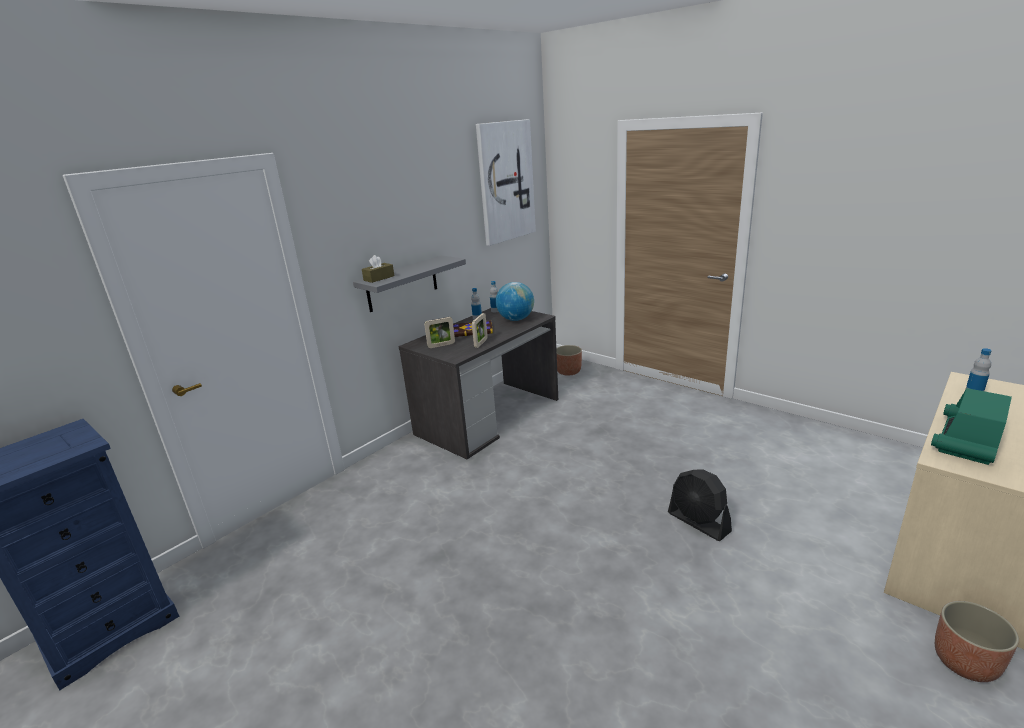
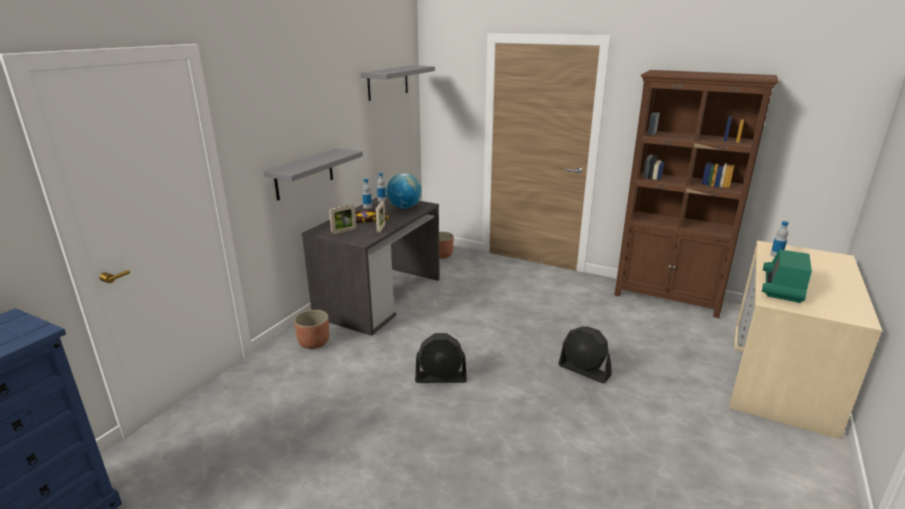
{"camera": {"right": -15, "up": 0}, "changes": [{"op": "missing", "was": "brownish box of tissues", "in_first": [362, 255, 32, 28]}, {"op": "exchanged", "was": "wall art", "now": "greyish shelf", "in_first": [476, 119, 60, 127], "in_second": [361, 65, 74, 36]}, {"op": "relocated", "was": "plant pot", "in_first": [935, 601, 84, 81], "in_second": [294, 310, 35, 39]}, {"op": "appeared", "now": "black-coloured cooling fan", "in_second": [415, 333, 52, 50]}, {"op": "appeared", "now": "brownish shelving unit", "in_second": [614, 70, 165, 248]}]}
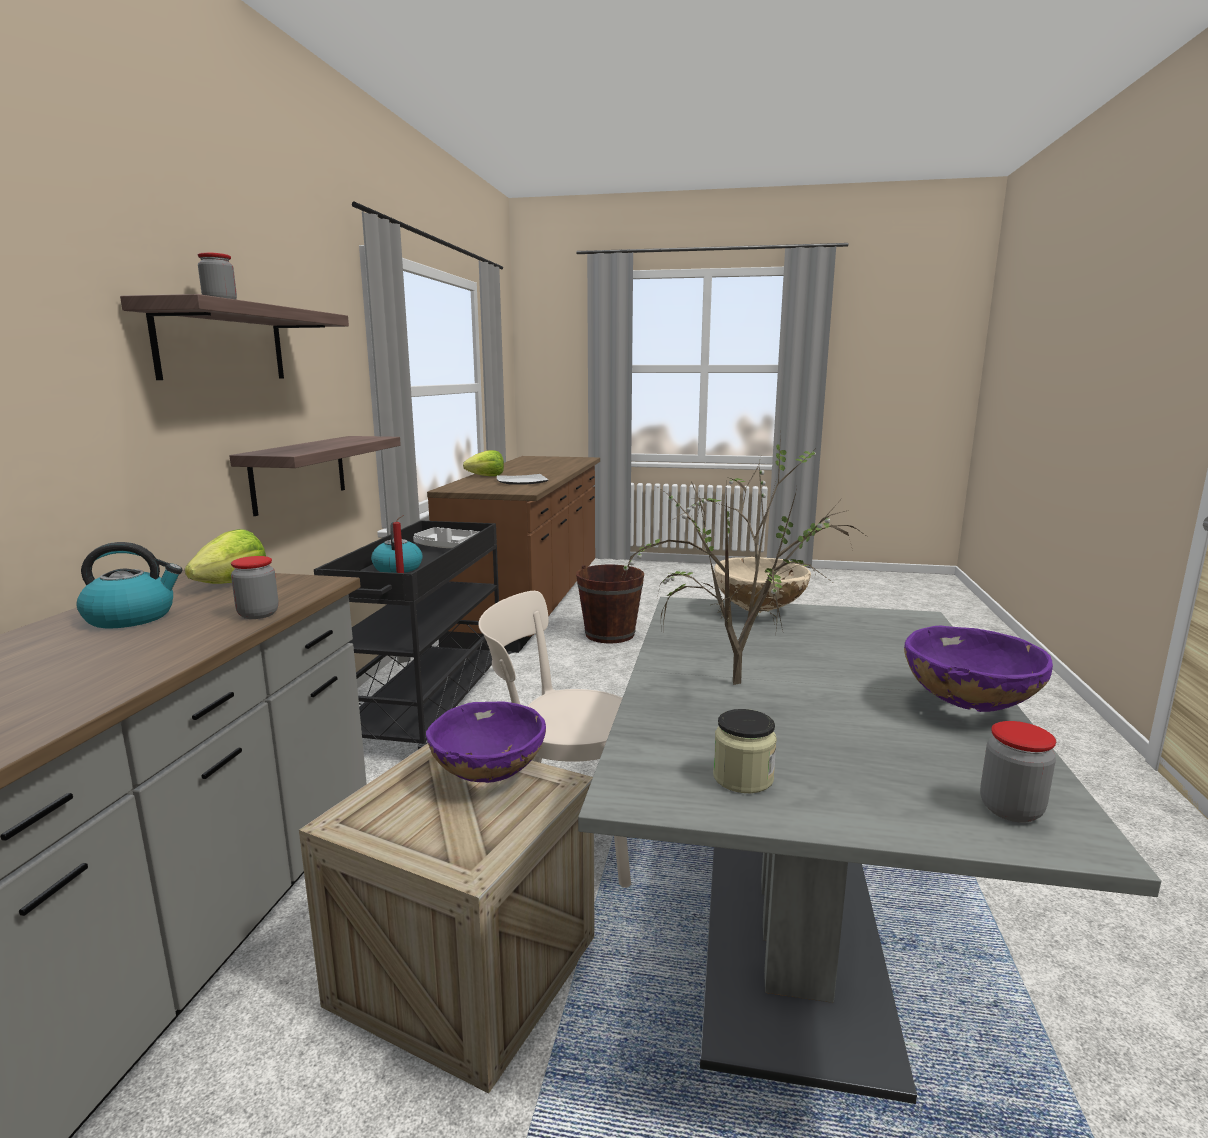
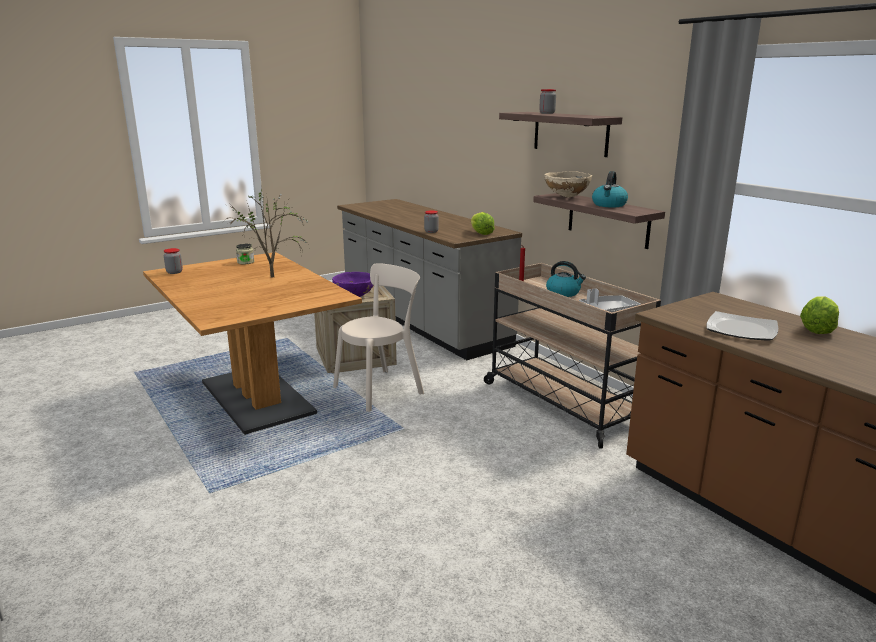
{"camera": {"right": 135, "up": 5}, "changes": [{"op": "relocated", "was": "water kettle", "in_first": [76, 542, 107, 86], "in_second": [592, 171, 36, 36]}, {"op": "colour", "was": "black-coloured wheeled cart", "now": "beige-coloured wheeled cart", "in_first": [314, 520, 199, 230], "in_second": [484, 263, 177, 185]}, {"op": "missing", "was": "brownish water bucket", "in_first": [576, 565, 68, 78]}, {"op": "colour", "was": "greyish dinner table", "now": "brownish dinner table", "in_first": [578, 597, 583, 507], "in_second": [143, 252, 219, 183]}, {"op": "relocated", "was": "beige-coloured bowl", "in_first": [714, 557, 97, 56], "in_second": [544, 171, 48, 26]}, {"op": "missing", "was": "purple bowl", "in_first": [904, 626, 149, 86]}]}
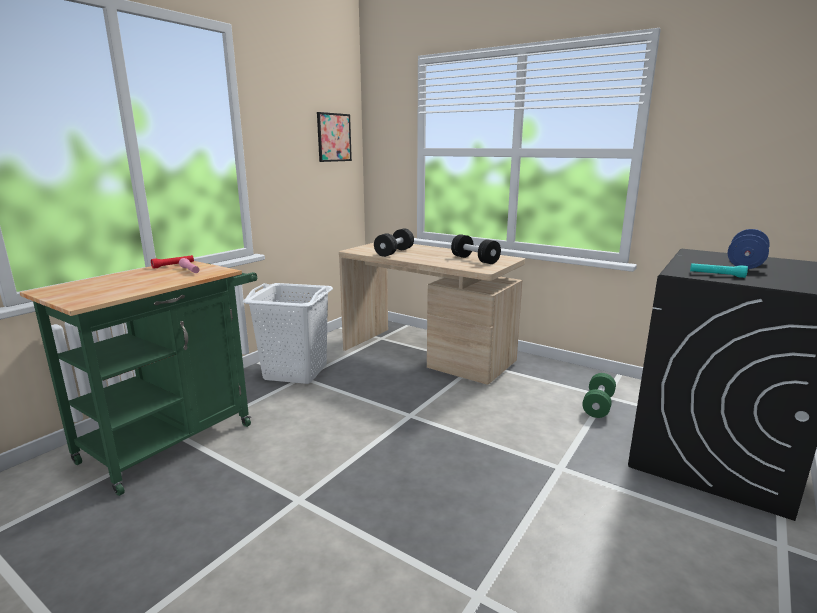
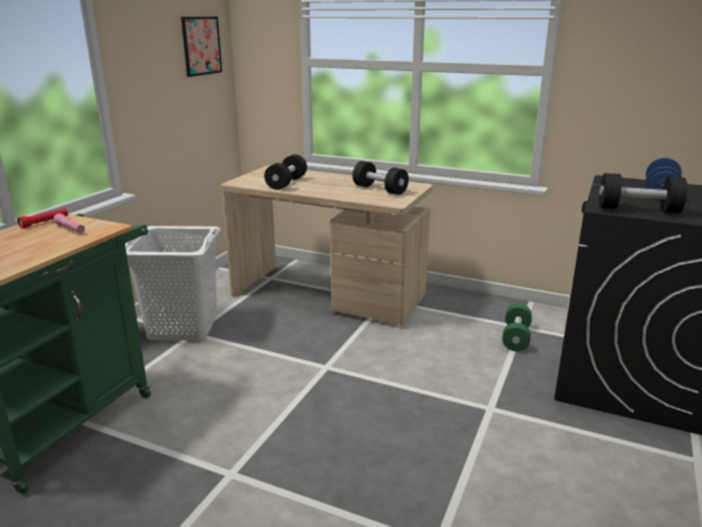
{"camera": {"right": -10, "up": 5}, "changes": [{"op": "exchanged", "was": "blue-green torch", "now": "black-coloured free weight", "in_first": [690, 263, 58, 15], "in_second": [599, 173, 89, 41]}]}
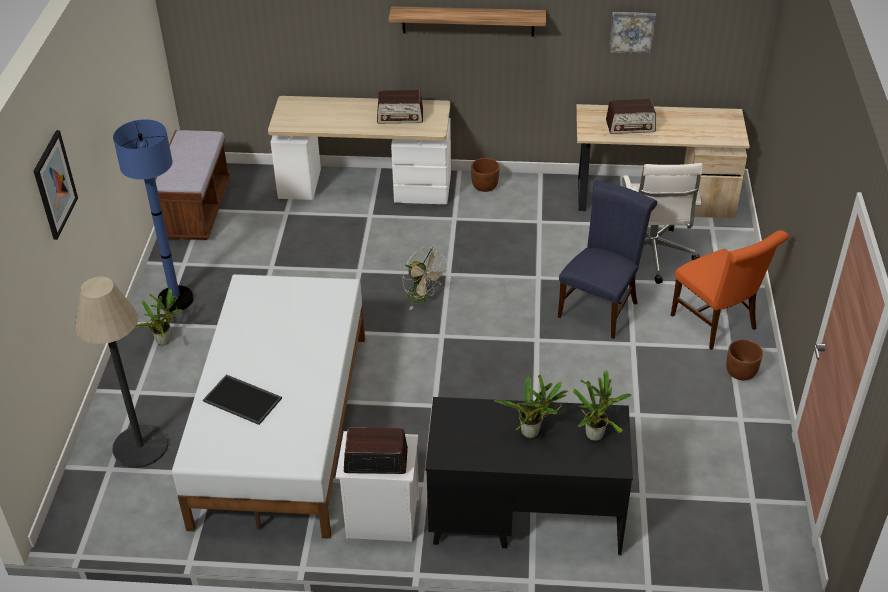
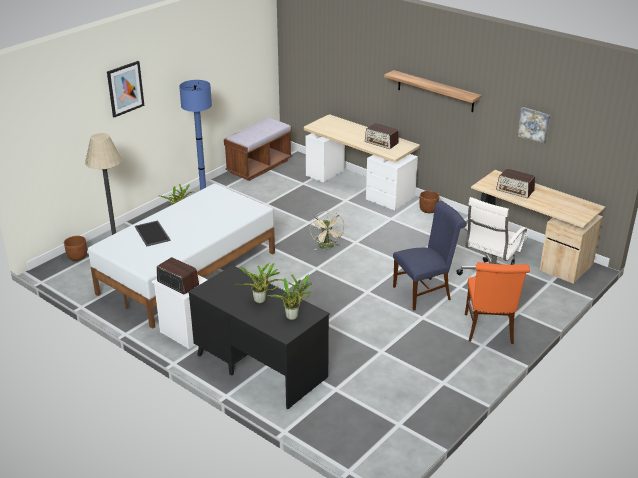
{"camera": {"right": 35, "up": -10}, "changes": [{"op": "relocated", "was": "brownish plant pot", "in_first": [726, 339, 37, 41], "in_second": [64, 236, 23, 25]}]}
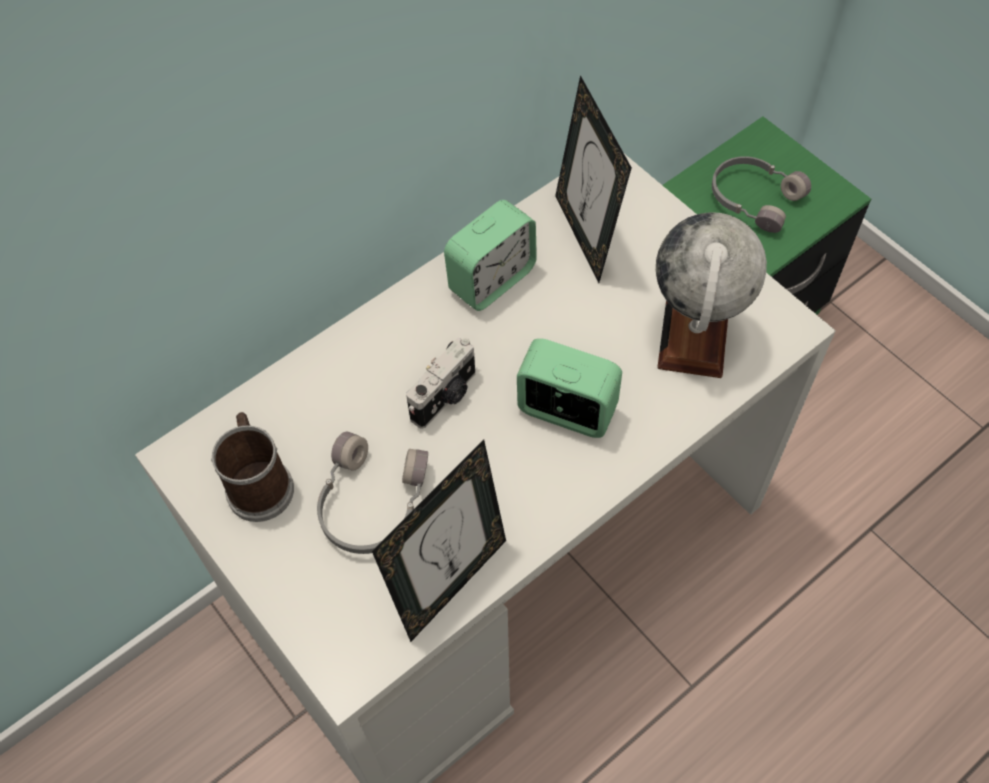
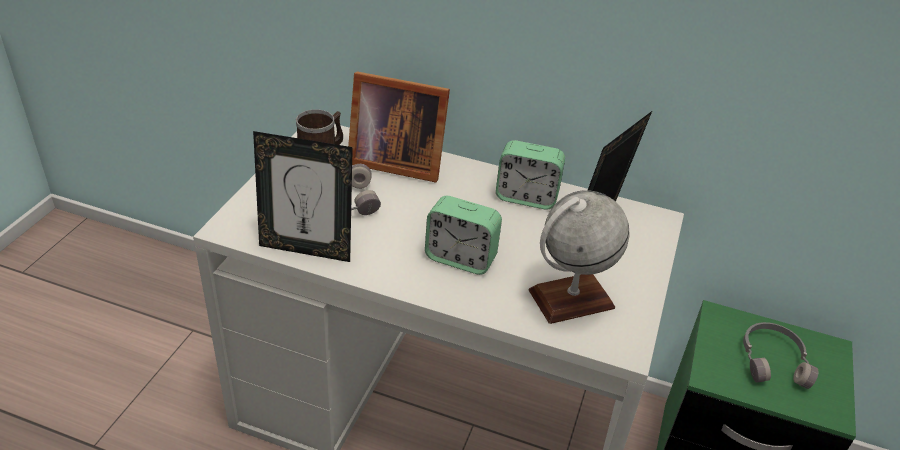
{"camera": {"right": 55, "up": -20}, "changes": [{"op": "missing", "was": "photo camera", "in_first": [406, 337, 69, 92]}, {"op": "spun", "was": "bedside clock", "in_first": [517, 338, 105, 100], "in_second": [425, 196, 77, 79], "clockwise": 120}, {"op": "appeared", "now": "photo frame", "in_second": [348, 71, 102, 112]}]}
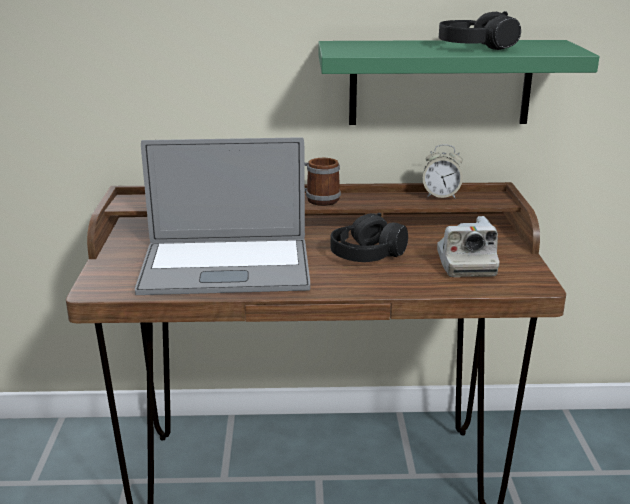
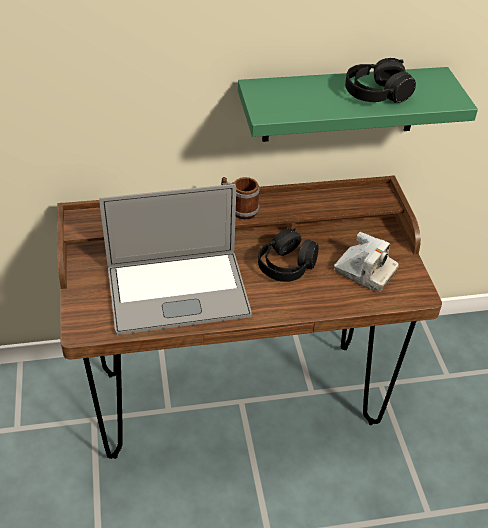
{"camera": {"right": -10, "up": 20}, "changes": [{"op": "missing", "was": "bedside clock", "in_first": [423, 144, 40, 55]}, {"op": "spun", "was": "photo camera", "in_first": [437, 216, 63, 61], "in_second": [334, 232, 65, 60], "clockwise": -45}]}
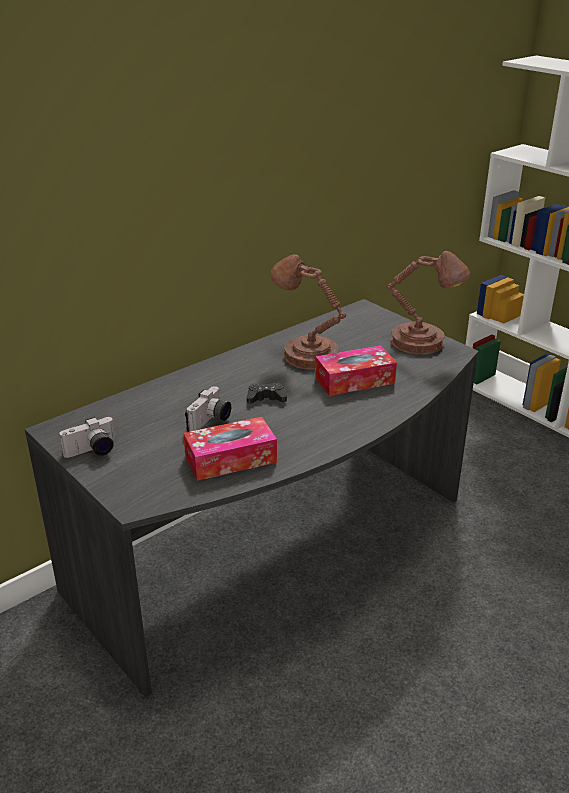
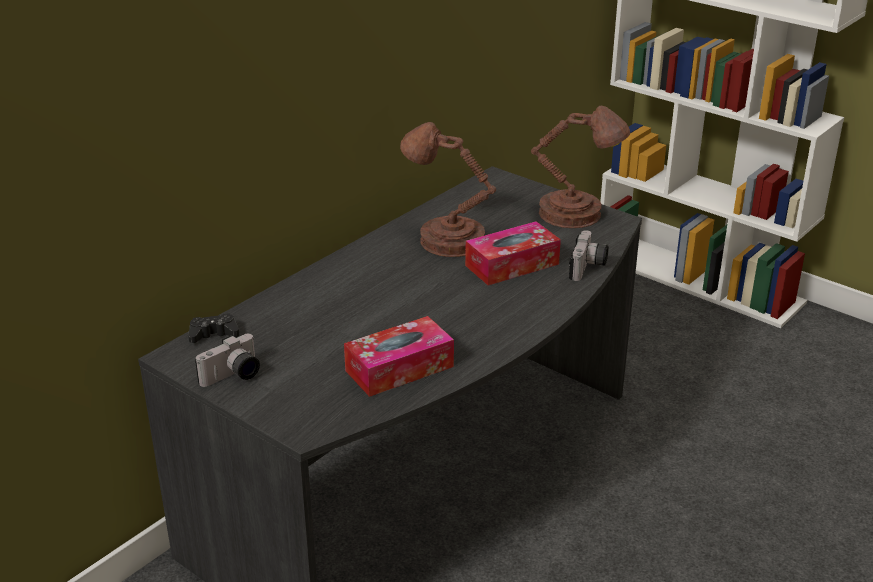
{"camera": {"right": -10, "up": 0}, "changes": [{"op": "relocated", "was": "photo camera", "in_first": [185, 386, 46, 46], "in_second": [569, 230, 40, 51]}, {"op": "relocated", "was": "black-coloured game controller", "in_first": [247, 383, 40, 21], "in_second": [188, 313, 51, 30]}]}
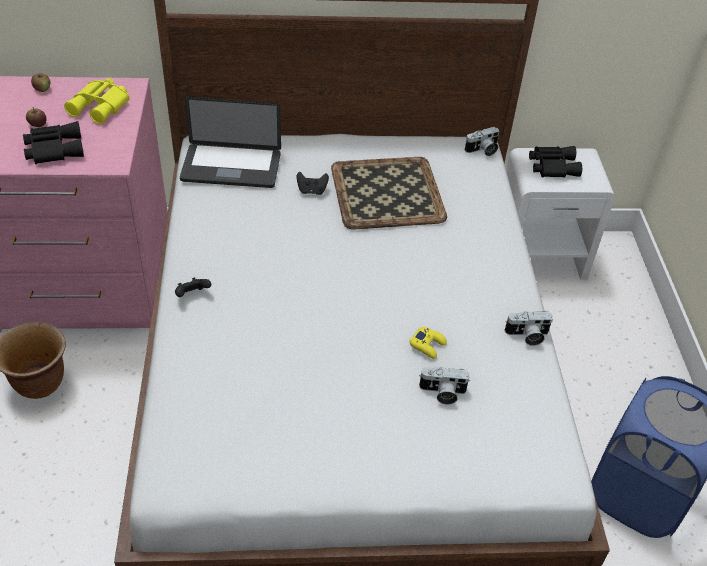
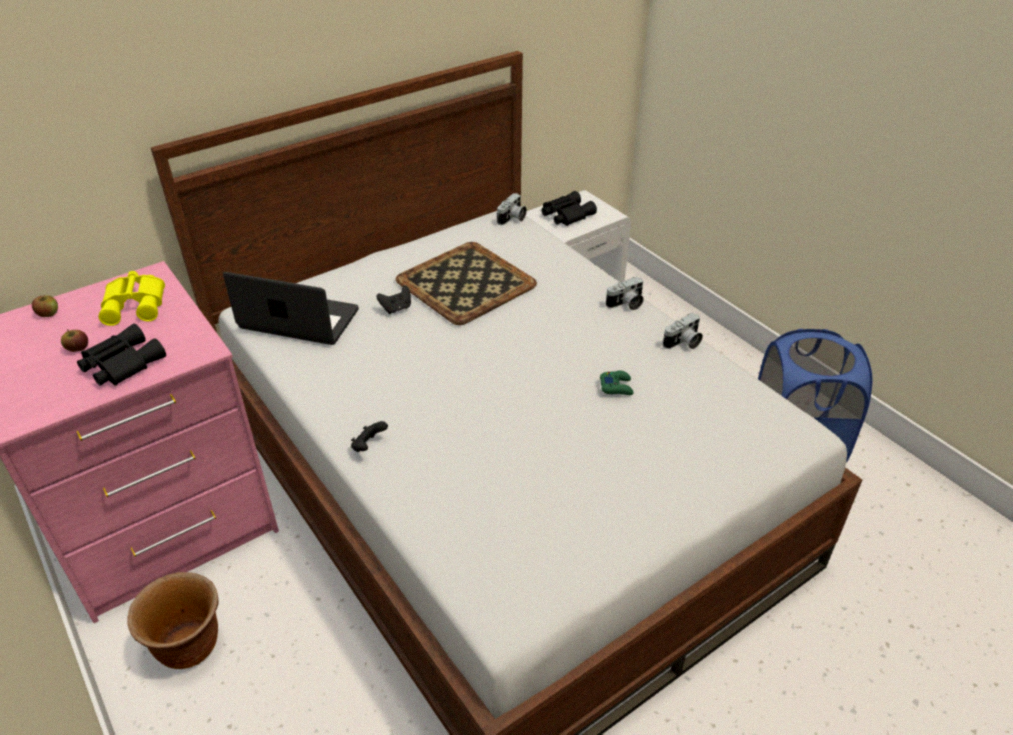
{"camera": {"right": -30, "up": -5}, "changes": [{"op": "spun", "was": "portable computer", "in_first": [180, 97, 101, 91], "in_second": [223, 272, 136, 73], "clockwise": -135}, {"op": "colour", "was": "yellow-coloured game controller", "now": "green-coloured game controller", "in_first": [409, 327, 38, 32], "in_second": [600, 371, 33, 24]}, {"op": "relocated", "was": "photo camera", "in_first": [419, 367, 50, 37], "in_second": [606, 277, 38, 33]}]}
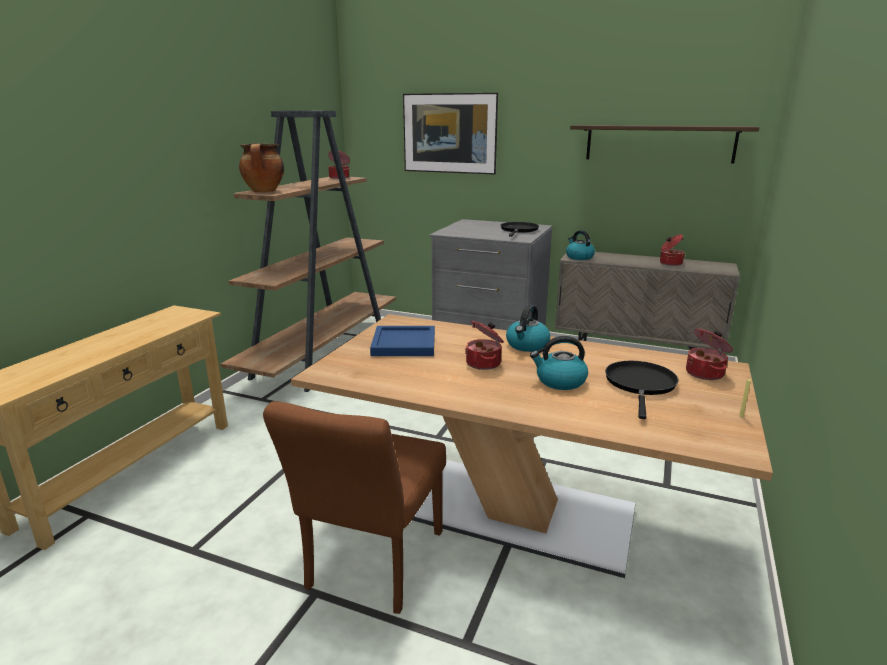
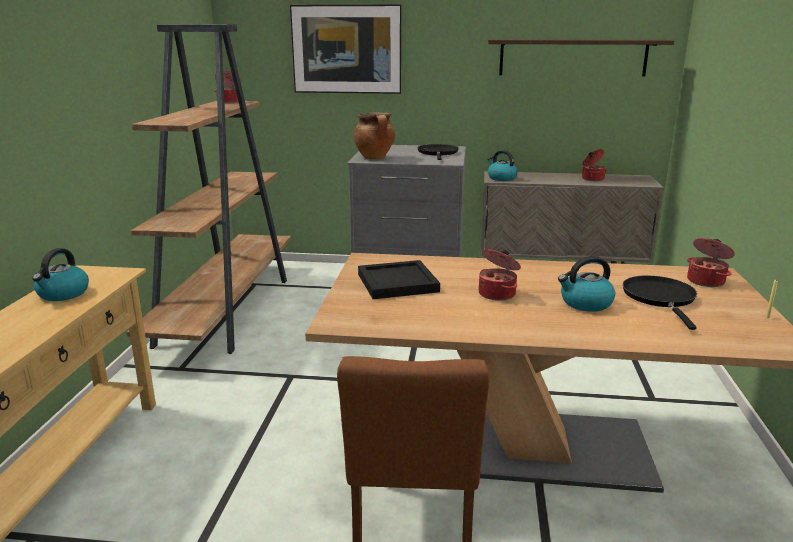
{"camera": {"right": -15, "up": 0}, "changes": [{"op": "relocated", "was": "saucepot", "in_first": [239, 143, 45, 49], "in_second": [354, 112, 41, 47]}, {"op": "colour", "was": "blue-coloured serving tray", "now": "black-coloured serving tray", "in_first": [370, 326, 65, 30], "in_second": [358, 260, 82, 39]}, {"op": "relocated", "was": "water kettle", "in_first": [506, 305, 44, 47], "in_second": [32, 248, 57, 53]}]}
